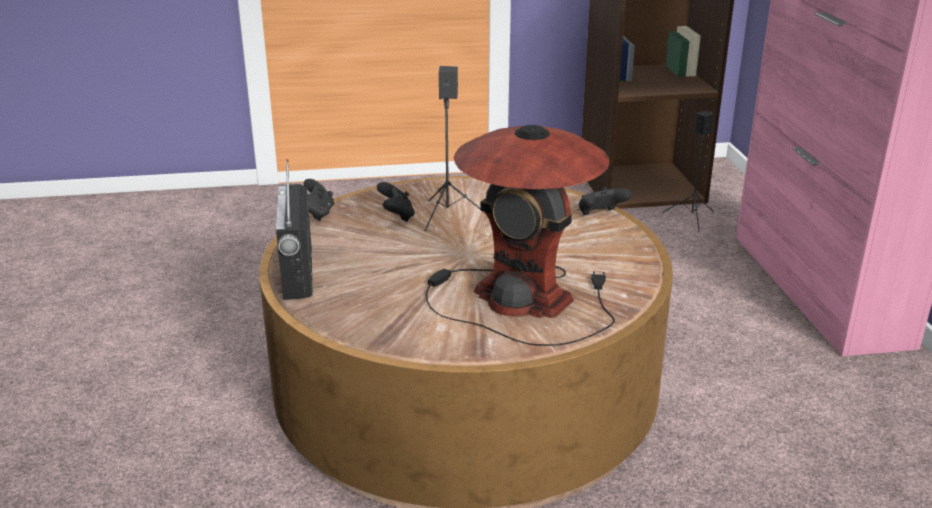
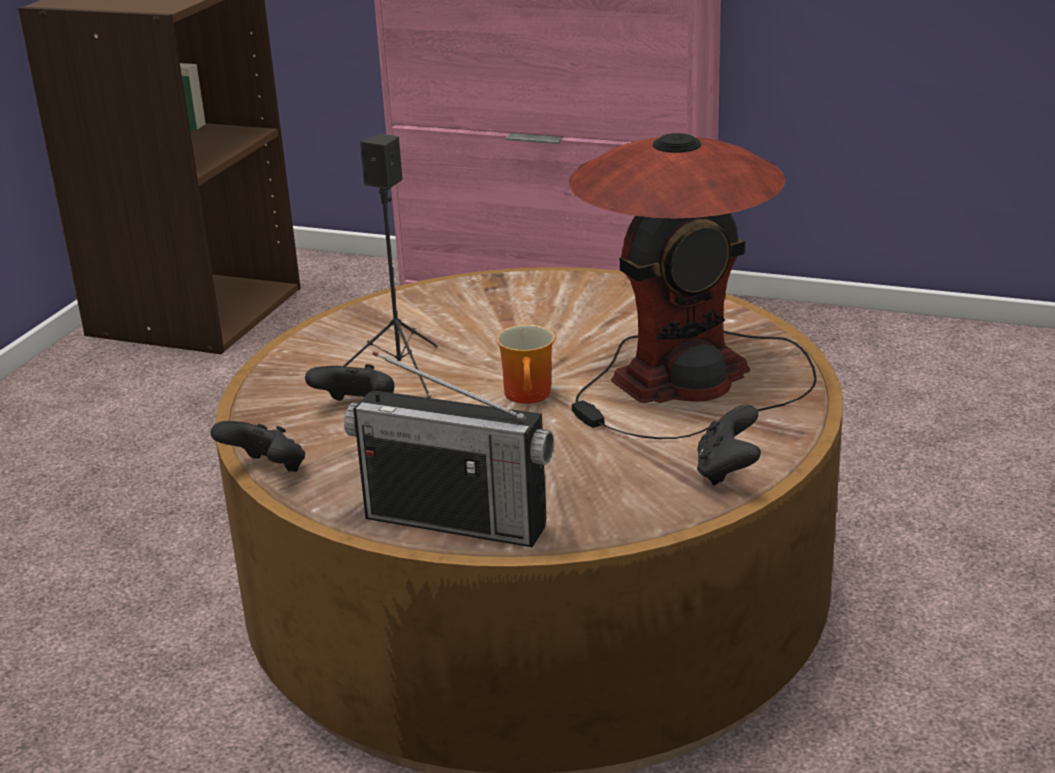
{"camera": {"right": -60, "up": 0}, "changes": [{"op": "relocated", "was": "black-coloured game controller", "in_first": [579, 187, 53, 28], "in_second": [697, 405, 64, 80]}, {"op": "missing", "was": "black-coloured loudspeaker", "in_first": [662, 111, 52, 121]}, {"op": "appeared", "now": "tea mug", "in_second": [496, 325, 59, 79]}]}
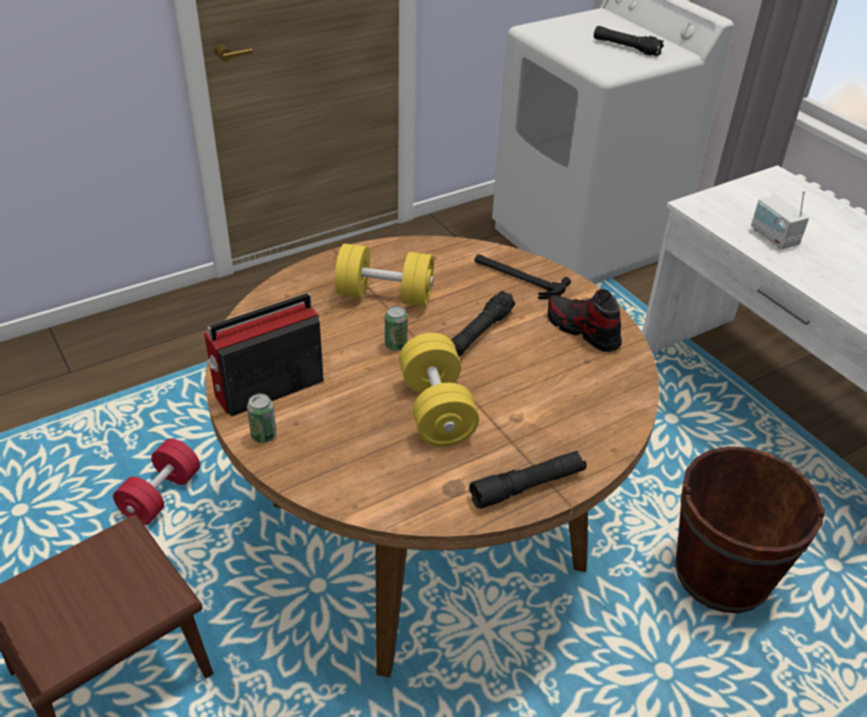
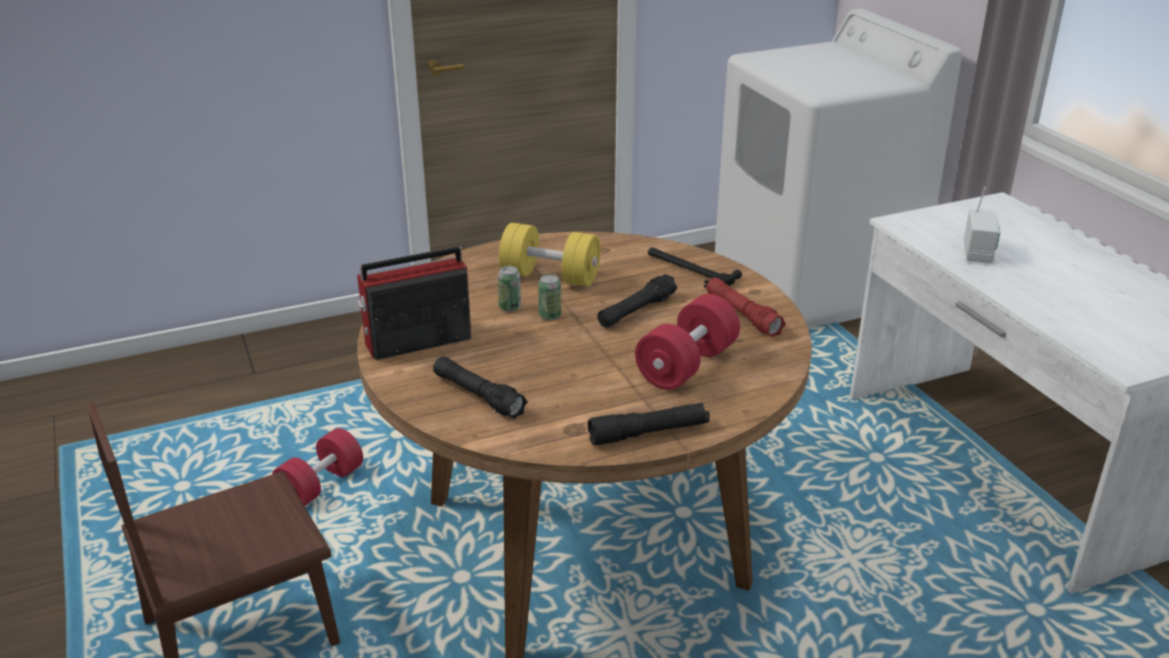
{"camera": {"right": 10, "up": -10}, "changes": [{"op": "relocated", "was": "can", "in_first": [247, 394, 30, 49], "in_second": [498, 266, 23, 45]}, {"op": "missing", "was": "yellow-coloured free weight", "in_first": [399, 333, 80, 114]}, {"op": "exchanged", "was": "low shoe", "now": "red-coloured torch", "in_first": [548, 289, 74, 63], "in_second": [706, 278, 80, 59]}, {"op": "relocated", "was": "black-coloured torch", "in_first": [594, 26, 70, 30], "in_second": [433, 356, 95, 63]}, {"op": "missing", "was": "brownish water bucket", "in_first": [675, 447, 150, 166]}, {"op": "spun", "was": "radio receiver", "in_first": [751, 191, 58, 58], "in_second": [964, 187, 37, 76], "clockwise": -150}, {"op": "appeared", "now": "red-coloured free weight", "in_second": [635, 294, 105, 96]}]}
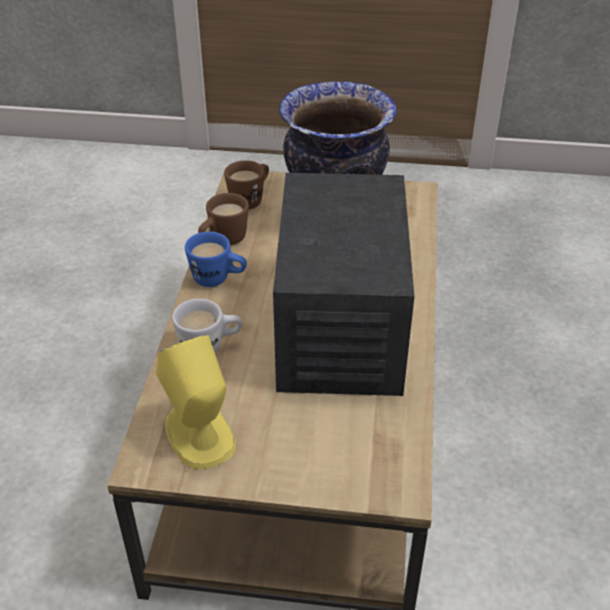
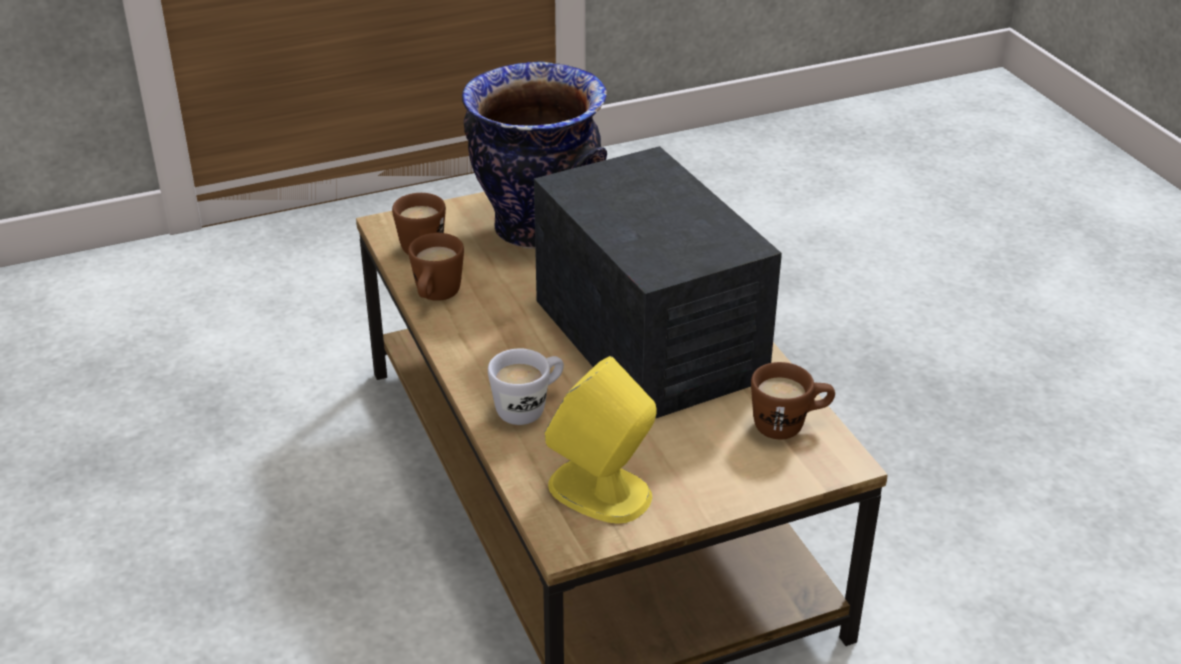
{"camera": {"right": -30, "up": -5}, "changes": [{"op": "missing", "was": "blue-coloured tea mug", "in_first": [185, 232, 62, 55]}, {"op": "appeared", "now": "brownish tea mug", "in_second": [751, 362, 84, 77]}]}
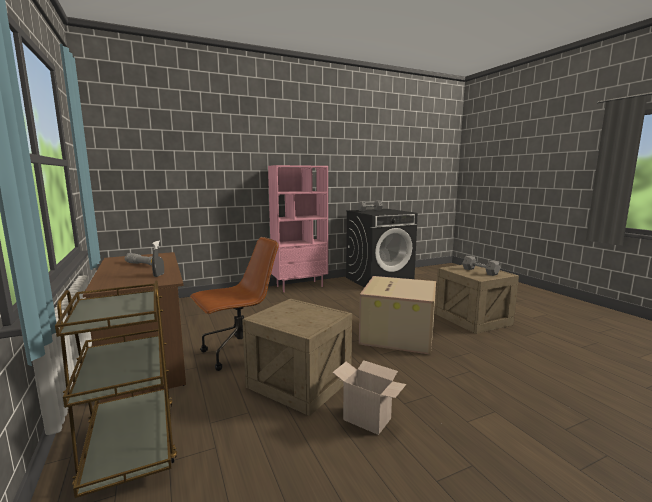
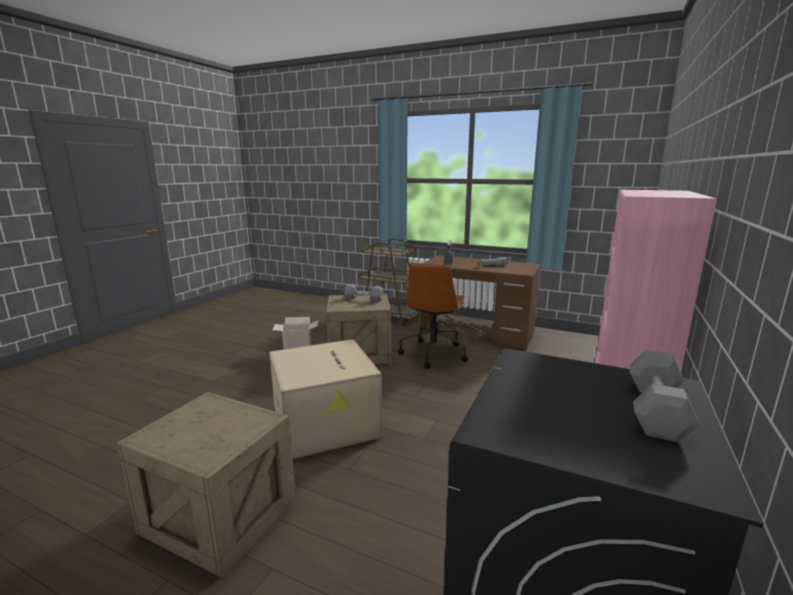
{"camera": {"right": 140, "up": 5}, "changes": [{"op": "relocated", "was": "greyish free weight", "in_first": [462, 256, 38, 20], "in_second": [344, 284, 39, 18]}]}
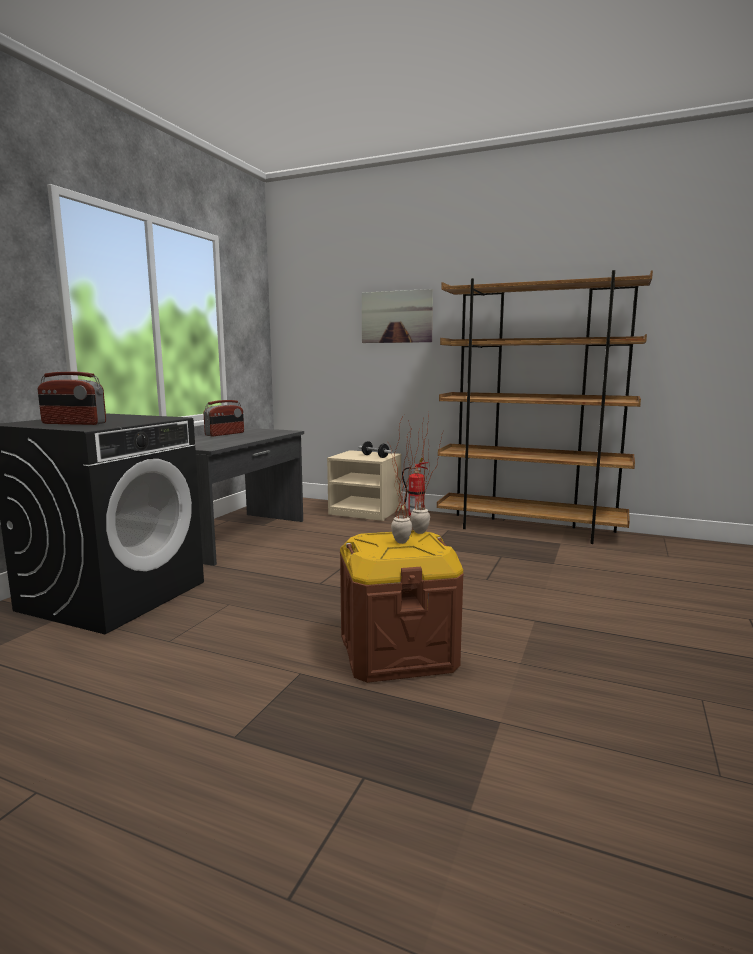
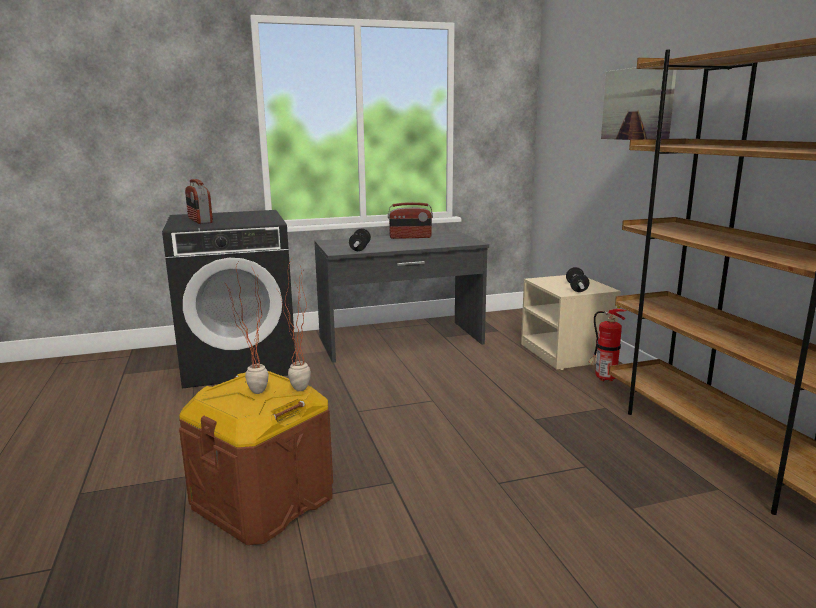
{"camera": {"right": 50, "up": 5}, "changes": [{"op": "appeared", "now": "free weight", "in_second": [349, 228, 22, 23]}]}
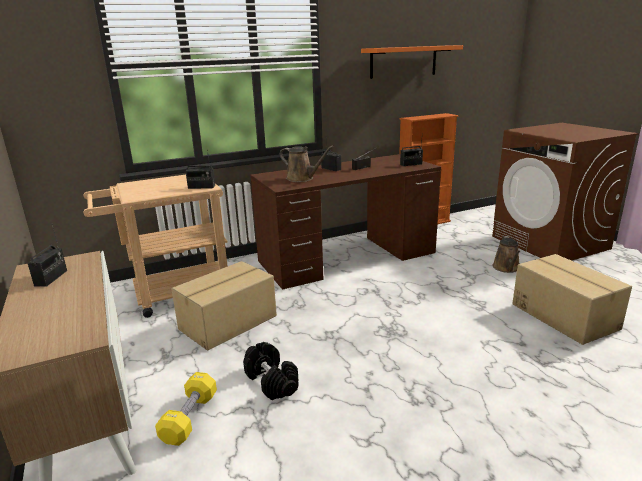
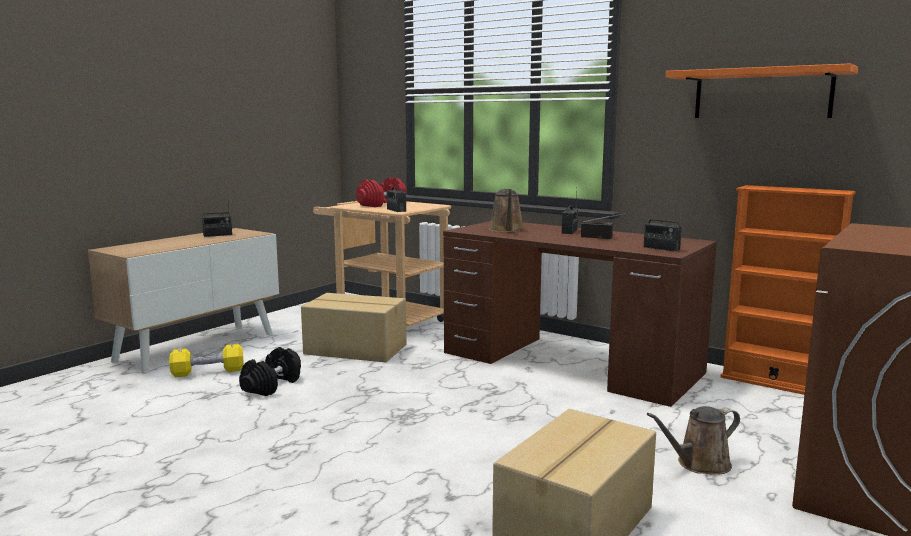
{"camera": {"right": 60, "up": -10}, "changes": [{"op": "appeared", "now": "red-coloured free weight", "in_second": [356, 177, 50, 30]}]}
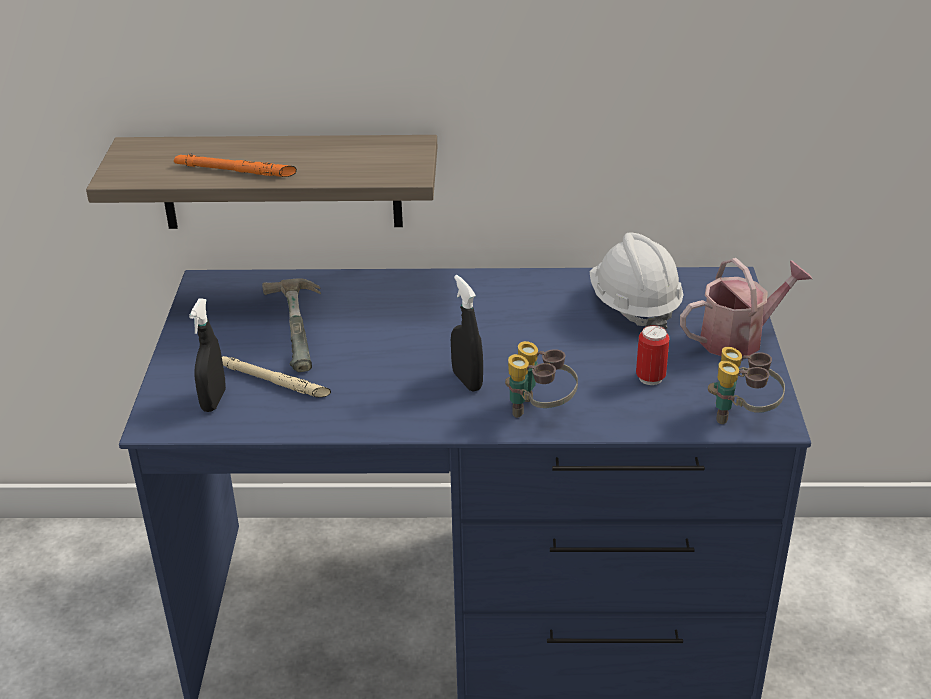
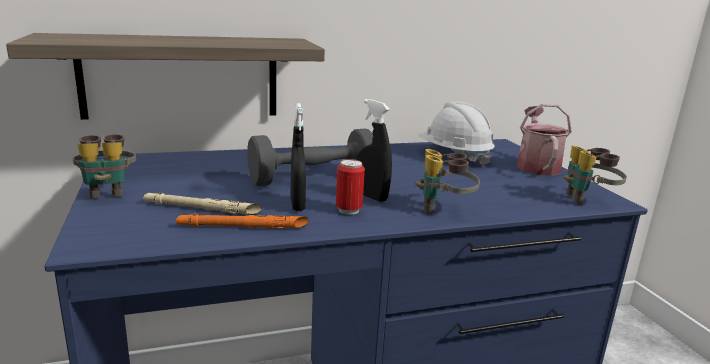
{"camera": {"right": -20, "up": -15}, "changes": [{"op": "relocated", "was": "orange-coloured torch", "in_first": [174, 153, 123, 24], "in_second": [175, 212, 133, 16]}, {"op": "relocated", "was": "black-coloured hand sprayer", "in_first": [189, 298, 37, 114], "in_second": [290, 103, 16, 108]}, {"op": "missing", "was": "hammer", "in_first": [262, 278, 59, 94]}, {"op": "relocated", "was": "can", "in_first": [636, 325, 33, 60], "in_second": [336, 159, 29, 56]}, {"op": "spun", "was": "sprinkling can", "in_first": [680, 258, 132, 98], "in_second": [516, 104, 56, 72], "clockwise": -45}, {"op": "appeared", "now": "pair of binoculars", "in_second": [73, 134, 63, 65]}, {"op": "appeared", "now": "greyish free weight", "in_second": [247, 129, 126, 57]}]}
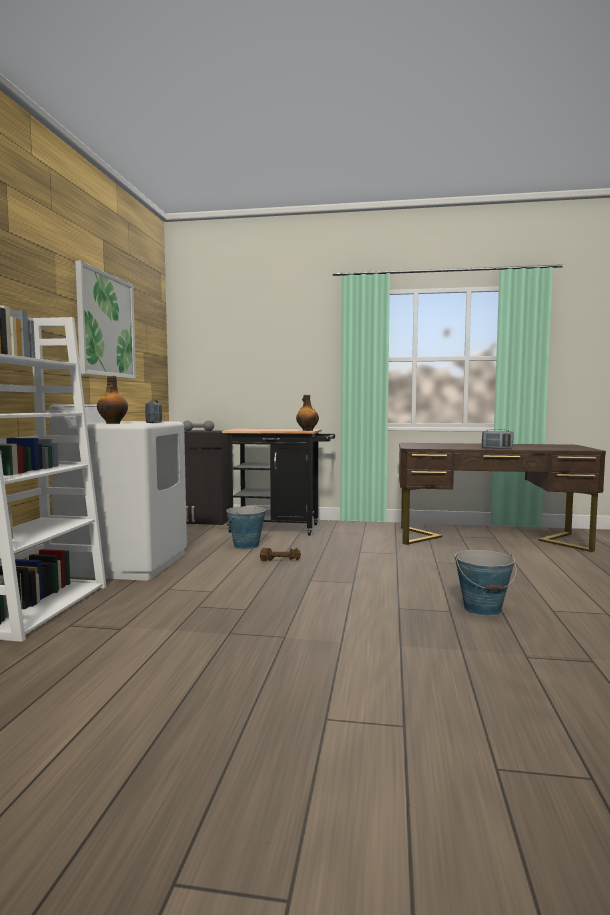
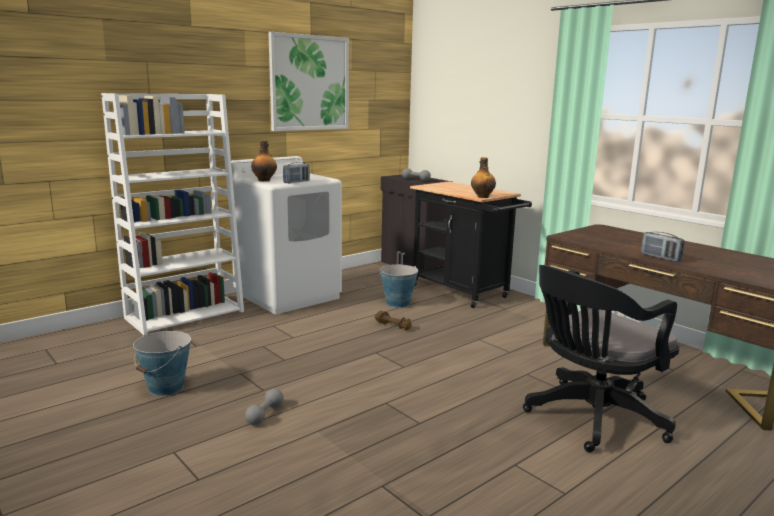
{"camera": {"right": 40, "up": 10}, "changes": [{"op": "relocated", "was": "water bucket", "in_first": [455, 550, 62, 66], "in_second": [133, 331, 58, 65]}, {"op": "appeared", "now": "greyish free weight", "in_second": [245, 389, 39, 36]}, {"op": "appeared", "now": "black-coloured computer chair", "in_second": [523, 265, 157, 188]}]}
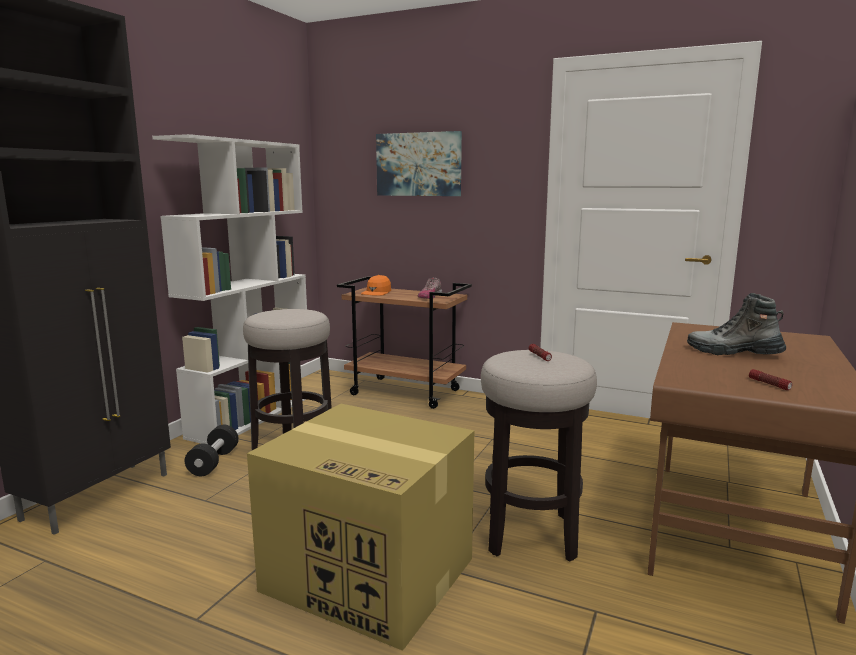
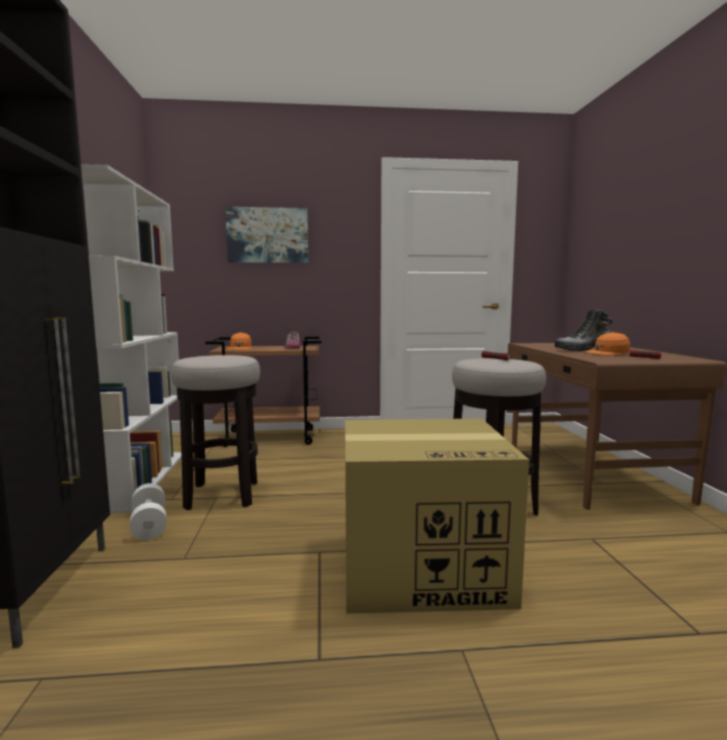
{"camera": {"right": -30, "up": -5}, "changes": [{"op": "colour", "was": "black-coloured free weight", "now": "white-coloured free weight", "in_first": [185, 425, 54, 51], "in_second": [130, 483, 37, 57]}, {"op": "appeared", "now": "orange-coloured peaked cap", "in_second": [584, 332, 46, 23]}]}
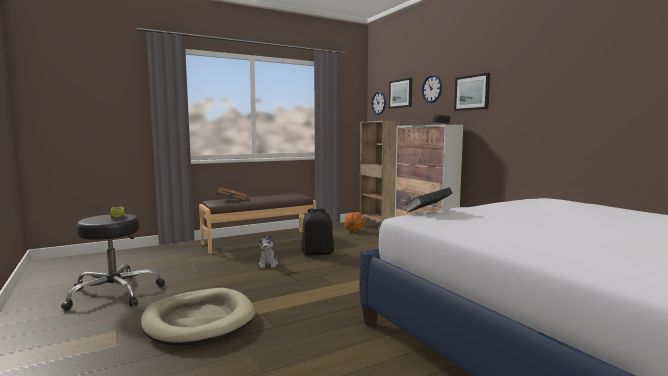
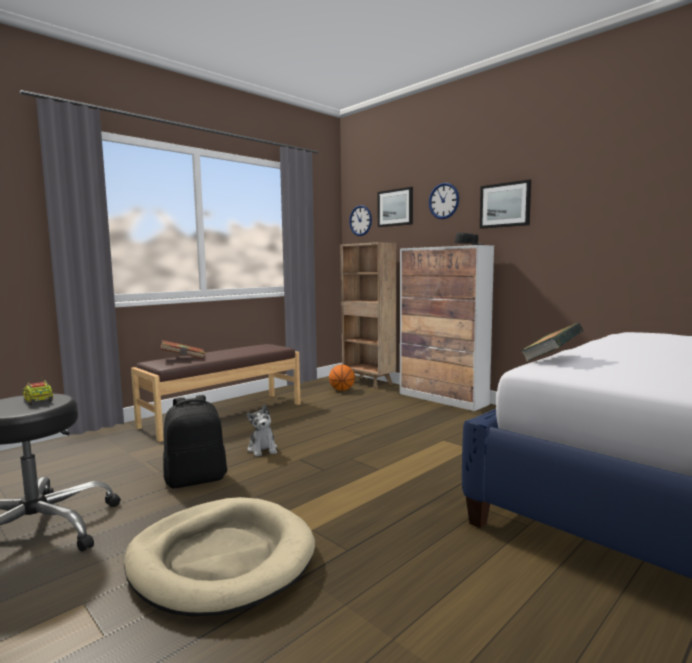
{"camera": {"right": -15, "up": 0}, "changes": [{"op": "relocated", "was": "black-coloured rucksack", "in_first": [301, 208, 33, 47], "in_second": [163, 395, 64, 93]}]}
